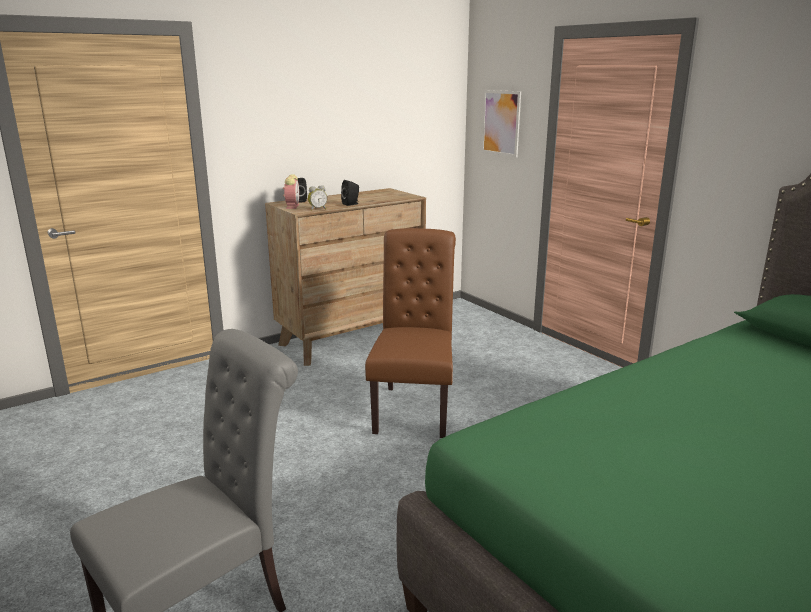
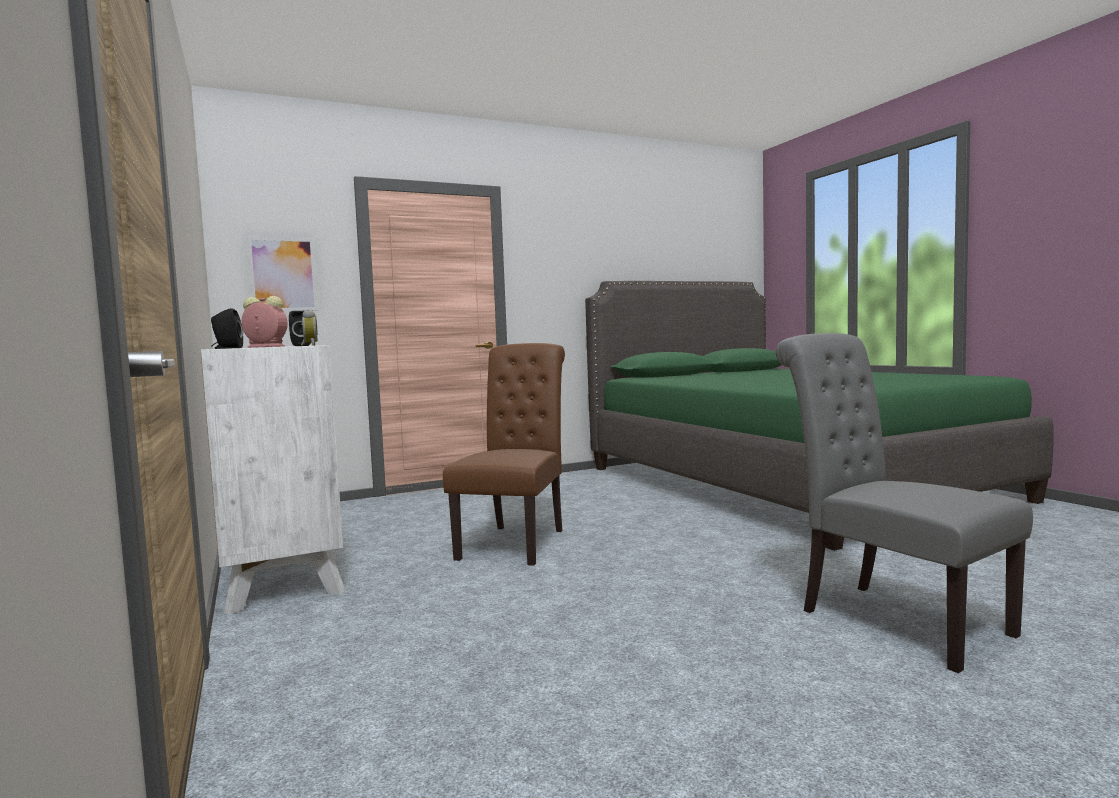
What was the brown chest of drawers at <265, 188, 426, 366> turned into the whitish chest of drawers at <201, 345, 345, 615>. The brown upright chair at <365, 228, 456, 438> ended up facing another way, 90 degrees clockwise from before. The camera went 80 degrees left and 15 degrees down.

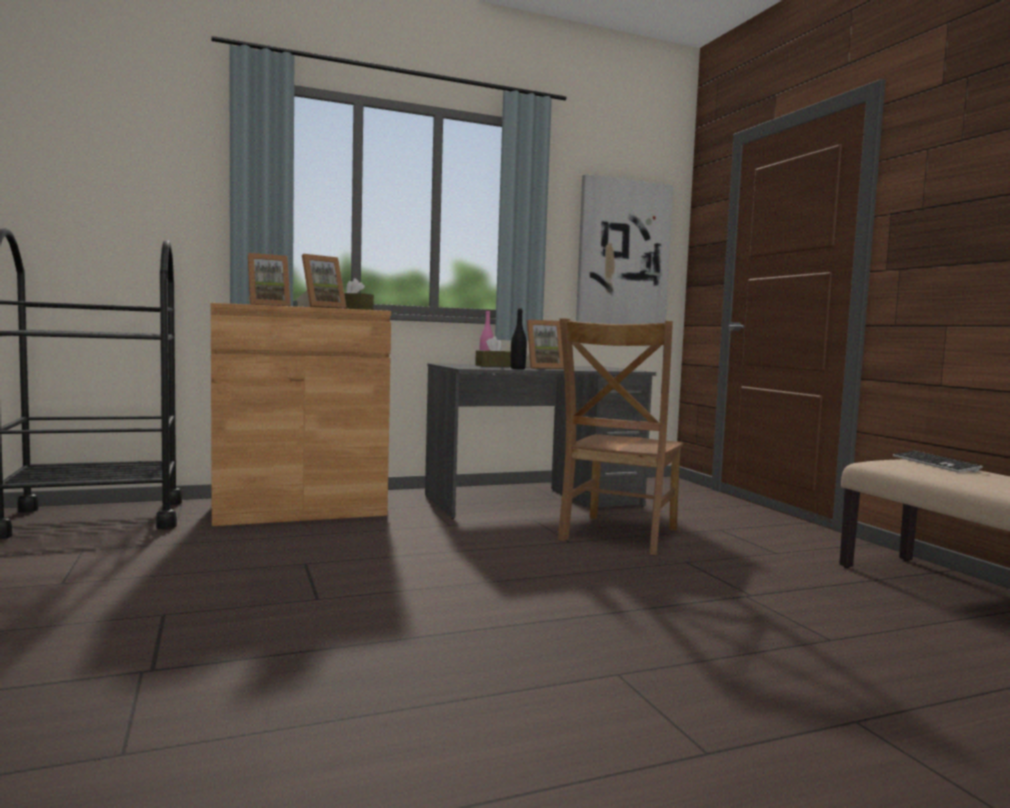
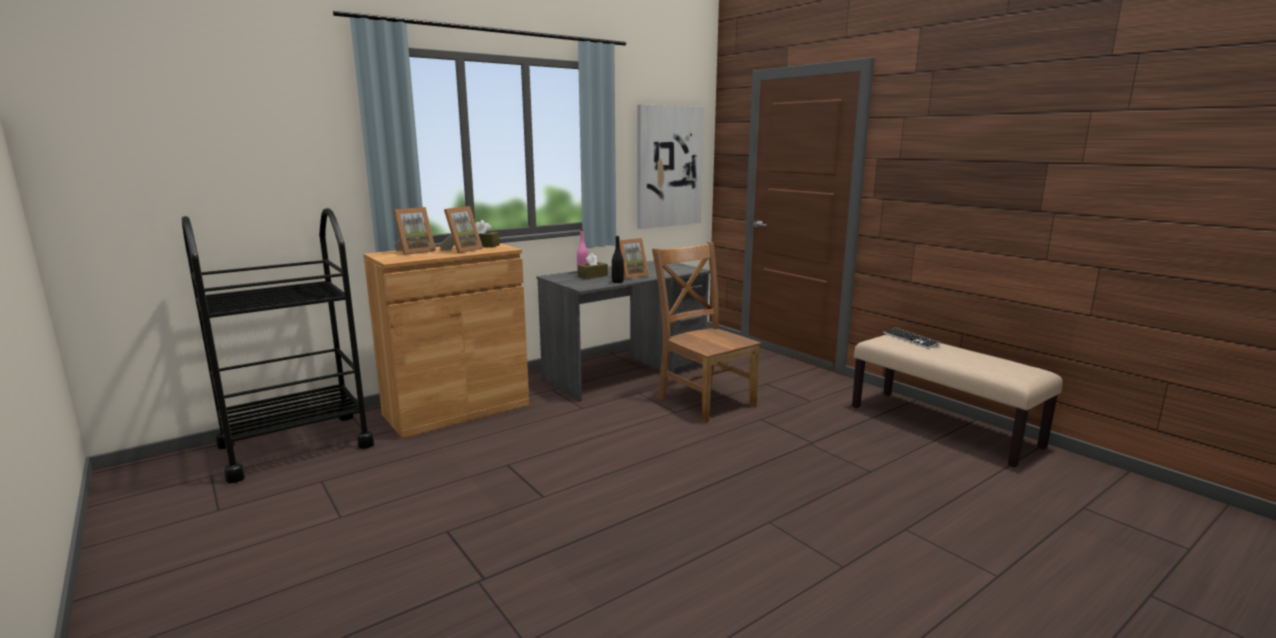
The brown upright chair at <558, 318, 683, 555> ended up facing another way, 135 degrees clockwise from before. The camera went 15 degrees left and 10 degrees up.

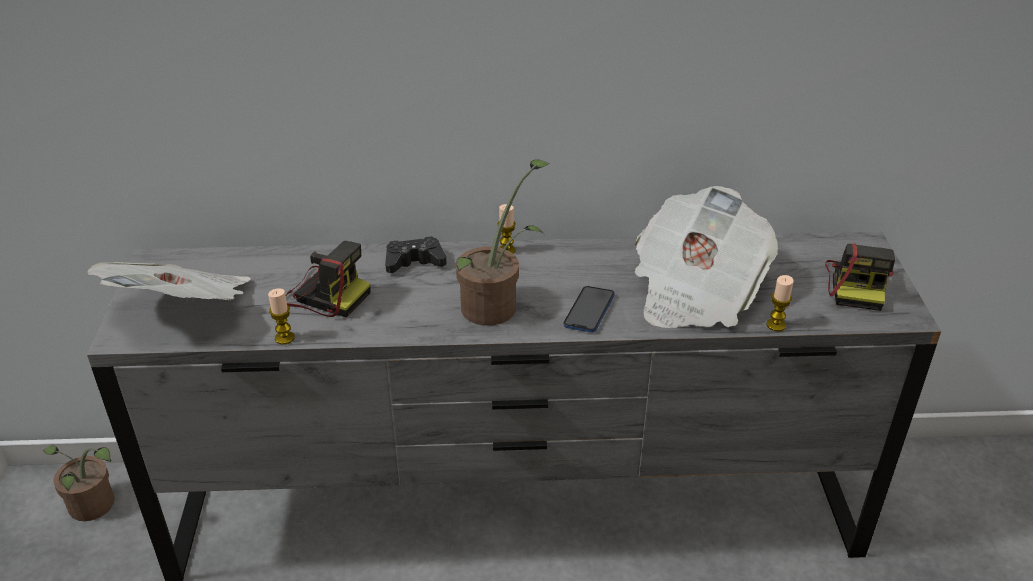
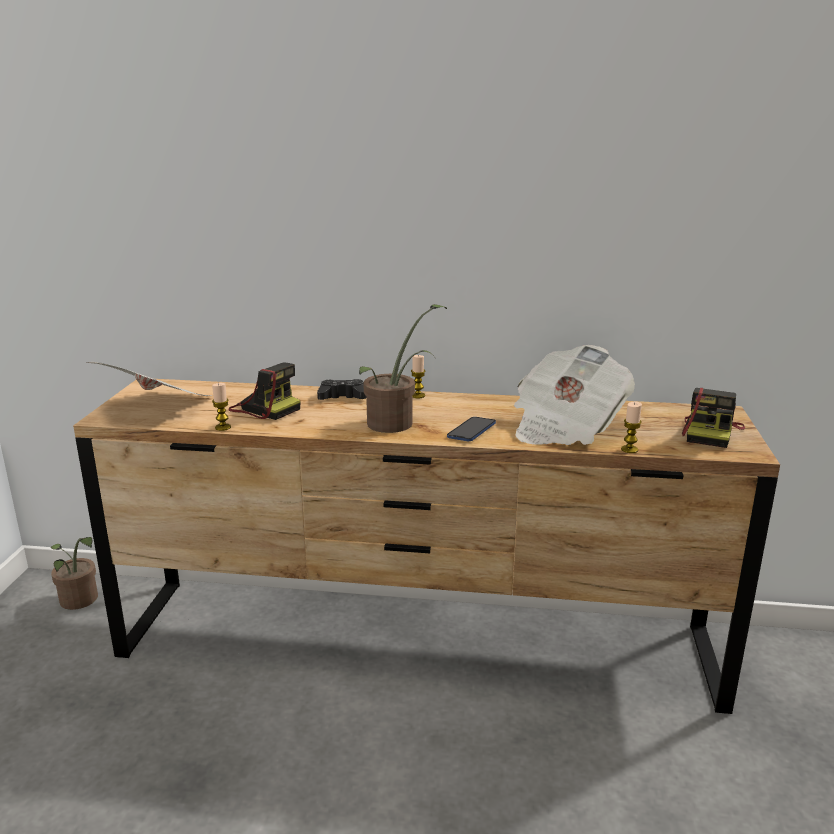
What was the gray chest of drawers at <87, 232, 941, 581> turned into the brown chest of drawers at <73, 379, 780, 714>. The camera went 10 degrees right and 15 degrees down.

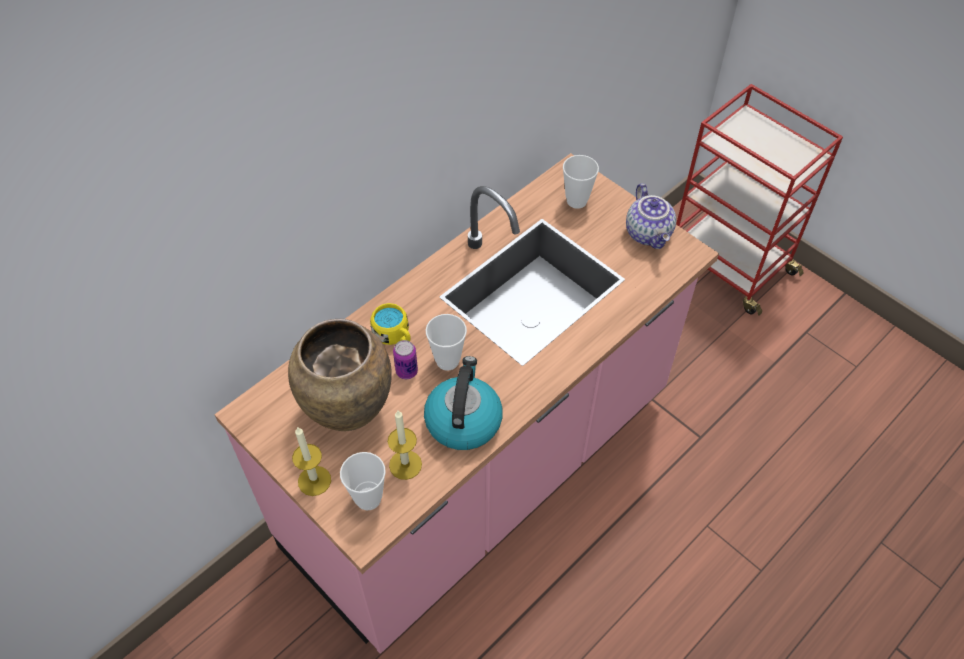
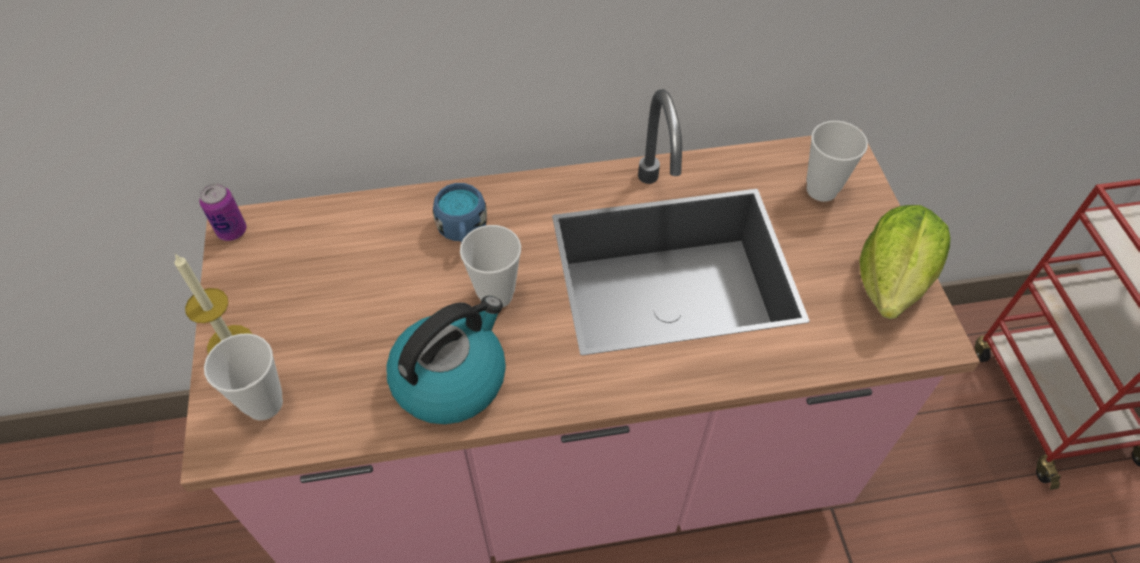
The second view lost the brown decorative vase at <288, 319, 392, 431>. The second view lost the wax candle at <388, 411, 422, 480>. The can ended up elsewhere, having gone from <393, 340, 418, 379> to <199, 184, 247, 241>. Where the pot for tea stood at <626, 183, 676, 249>, the lettuce head came to stand at <860, 205, 950, 319>. What was the yellow-coloured coffee mug at <370, 303, 411, 345> turned into the blue-coloured coffee mug at <433, 183, 487, 243>. The camera went 35 degrees right and 0 degrees up.

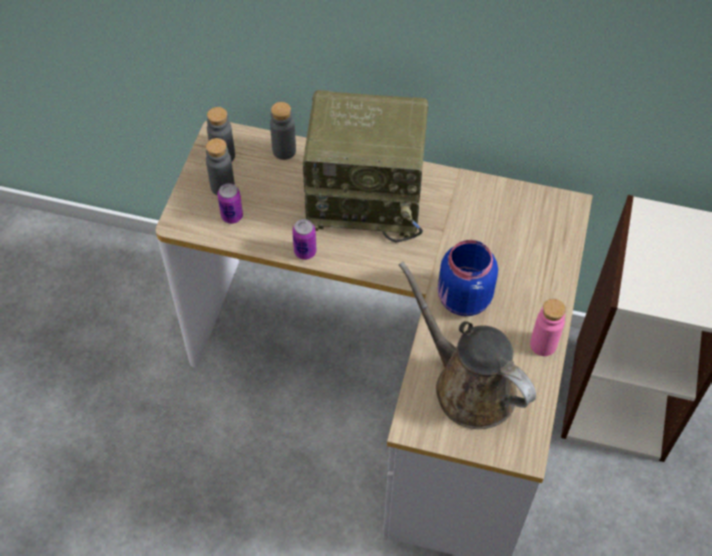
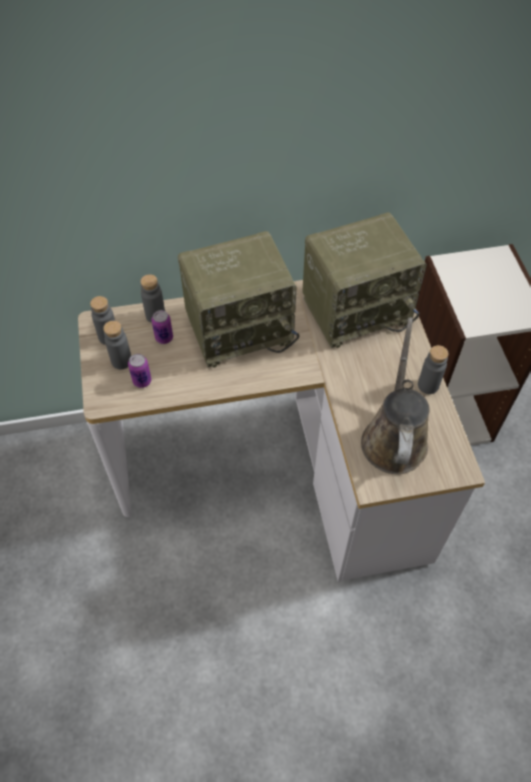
The second view lost the blue-coloured storage jar at <438, 240, 498, 316>. The second view gained the radio set at <302, 212, 427, 348>. The can ended up elsewhere, having gone from <292, 219, 316, 260> to <151, 310, 173, 344>. What was the pink beverage bottle at <530, 299, 566, 356> turned into the gray beverage bottle at <418, 345, 449, 394>. The brown watering can at <399, 261, 536, 429> ended up facing another way, 75 degrees clockwise from before. The camera went 25 degrees left and 0 degrees up.

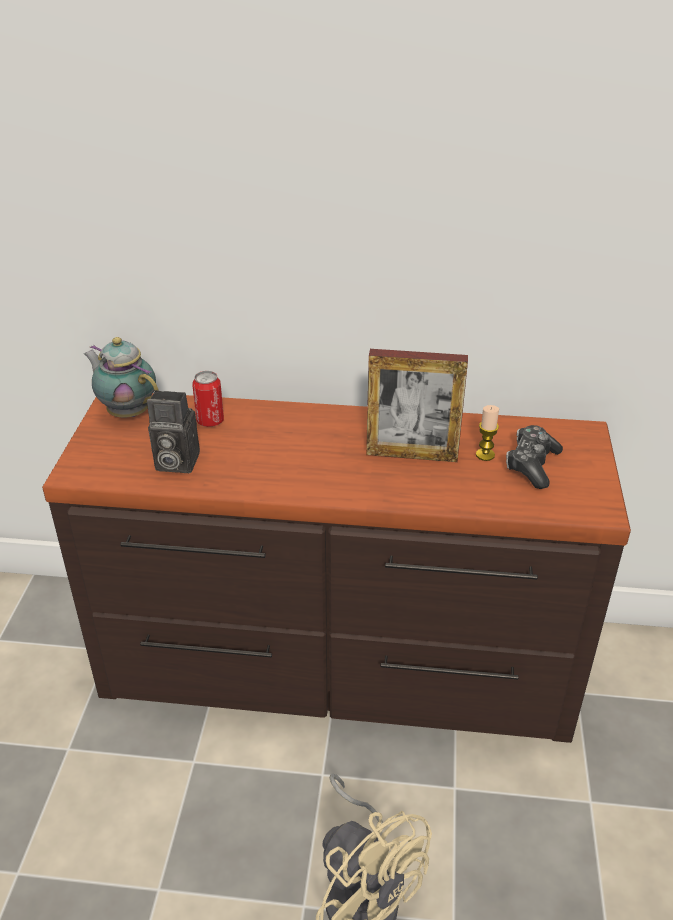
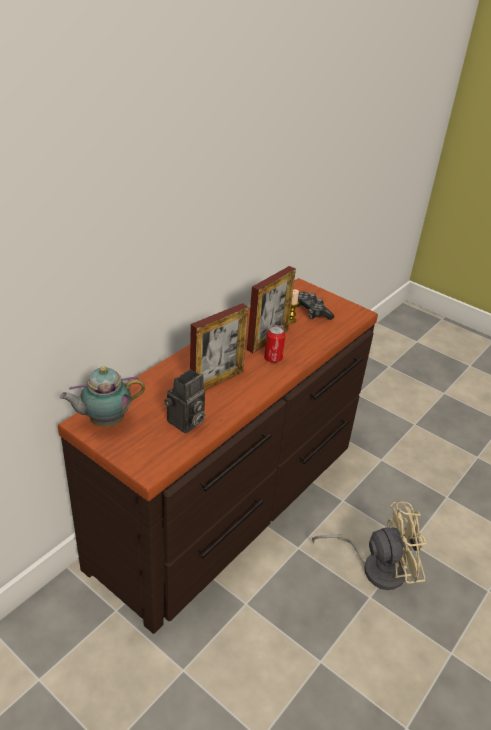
The second view gained the standing frame at <190, 303, 248, 391>. The can ended up elsewhere, having gone from <192, 371, 224, 427> to <264, 325, 286, 363>. The camera went 60 degrees left and 0 degrees up.

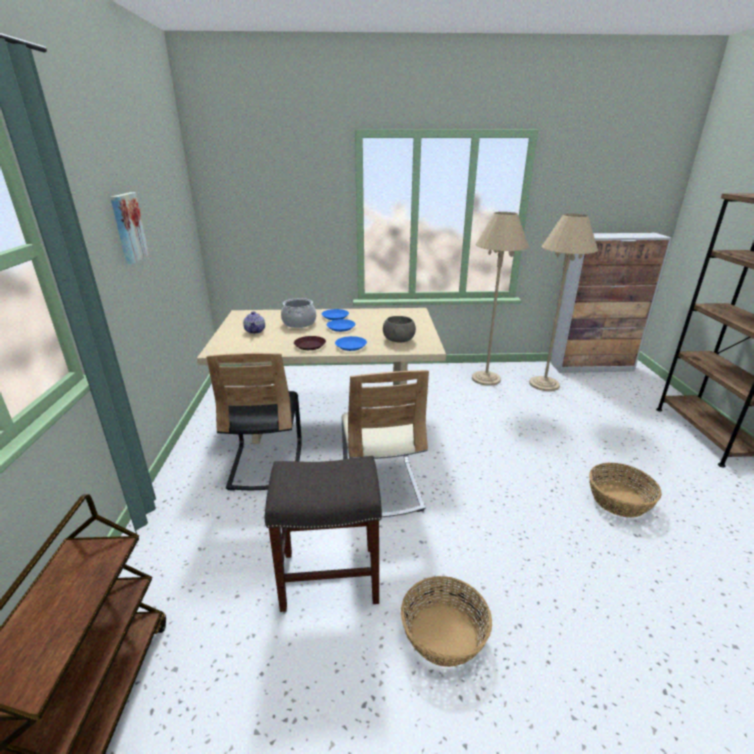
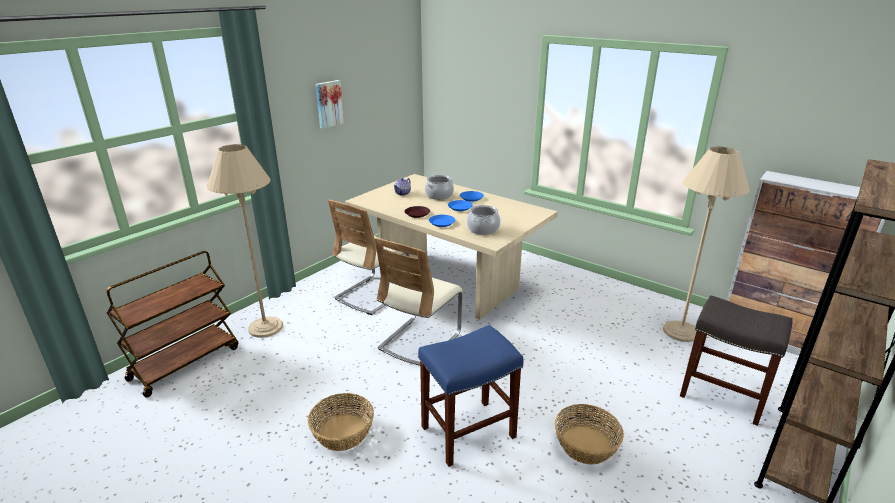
The second view gained the blue-coloured stool seat at <418, 325, 523, 467>. The gray stool seat ended up elsewhere, having gone from <265, 456, 382, 612> to <680, 295, 793, 426>. The beige-coloured standing lamp ended up elsewhere, having gone from <472, 212, 529, 386> to <207, 144, 283, 338>. Where the gray serving bowl stood at <383, 316, 416, 343>, the stockpot came to stand at <467, 205, 501, 235>. What was the blackish upright chair at <207, 353, 302, 491> turned into the beige-coloured upright chair at <328, 200, 409, 315>. The camera went 40 degrees right and 0 degrees up.

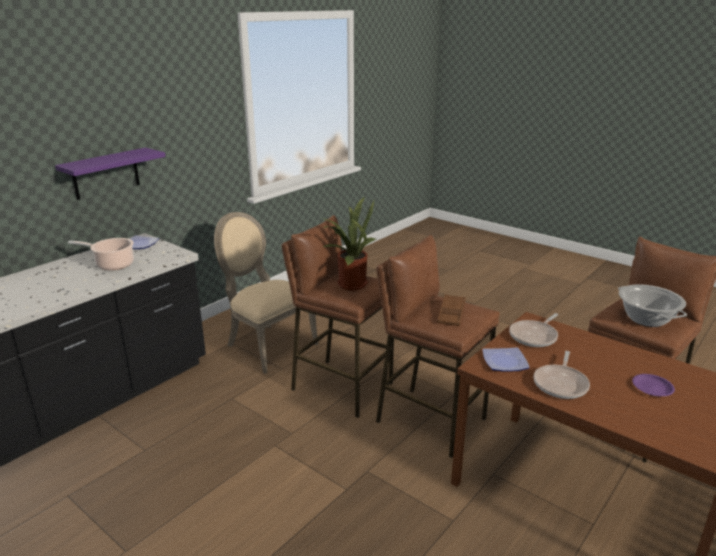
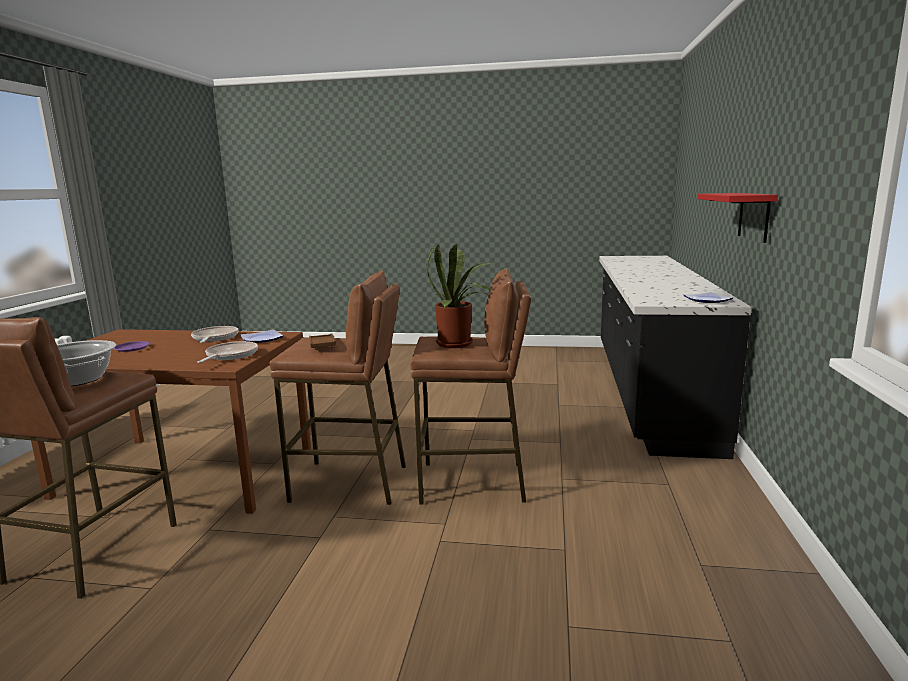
The second view lost the stockpot at <68, 238, 134, 270>. The second view lost the beige-coloured upright chair at <214, 212, 319, 374>. What was the purple-coloured bracket shelf at <55, 148, 166, 200> turned into the red-coloured bracket shelf at <698, 193, 778, 243>. The camera went 150 degrees right and 10 degrees down.

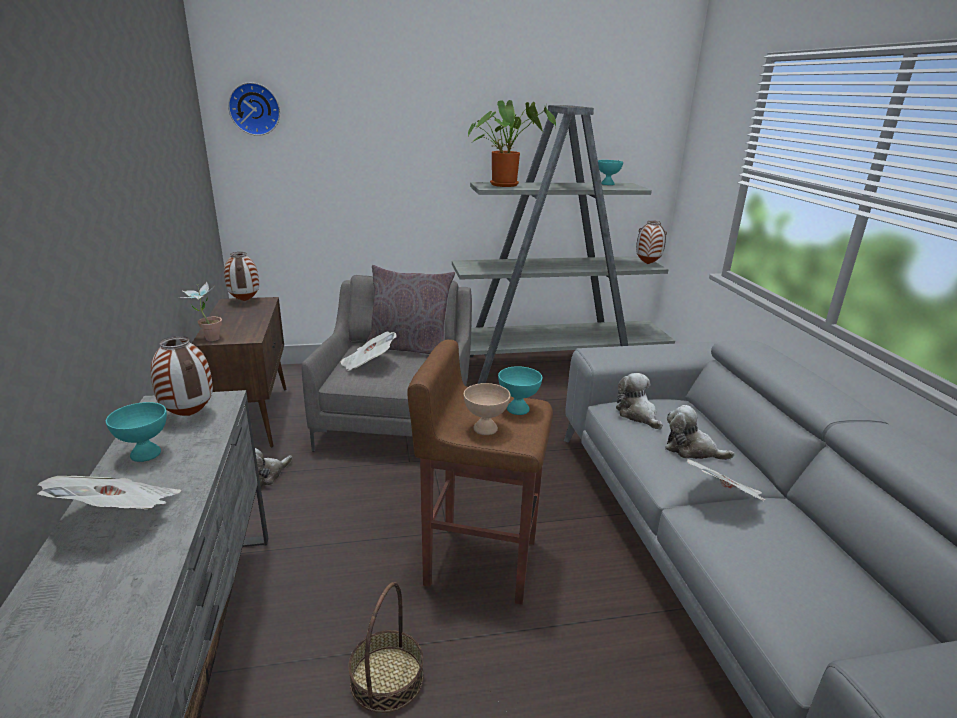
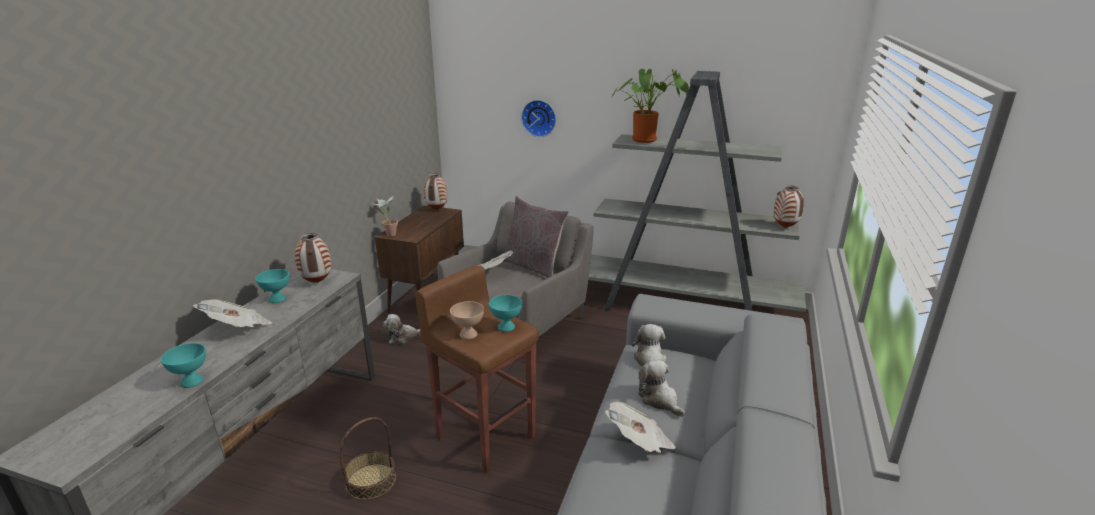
The wall clock ended up elsewhere, having gone from <228, 82, 280, 136> to <521, 100, 556, 137>. The turquoise-coloured serving bowl ended up elsewhere, having gone from <598, 160, 623, 185> to <161, 343, 206, 388>. The camera went 30 degrees right and 0 degrees up.

